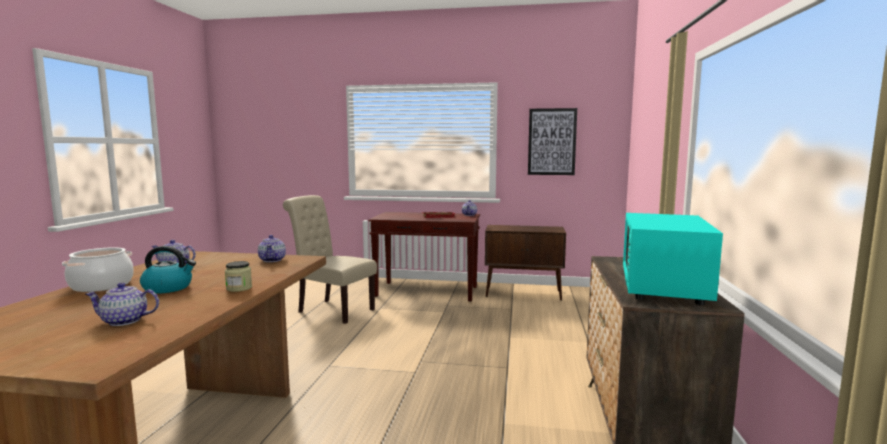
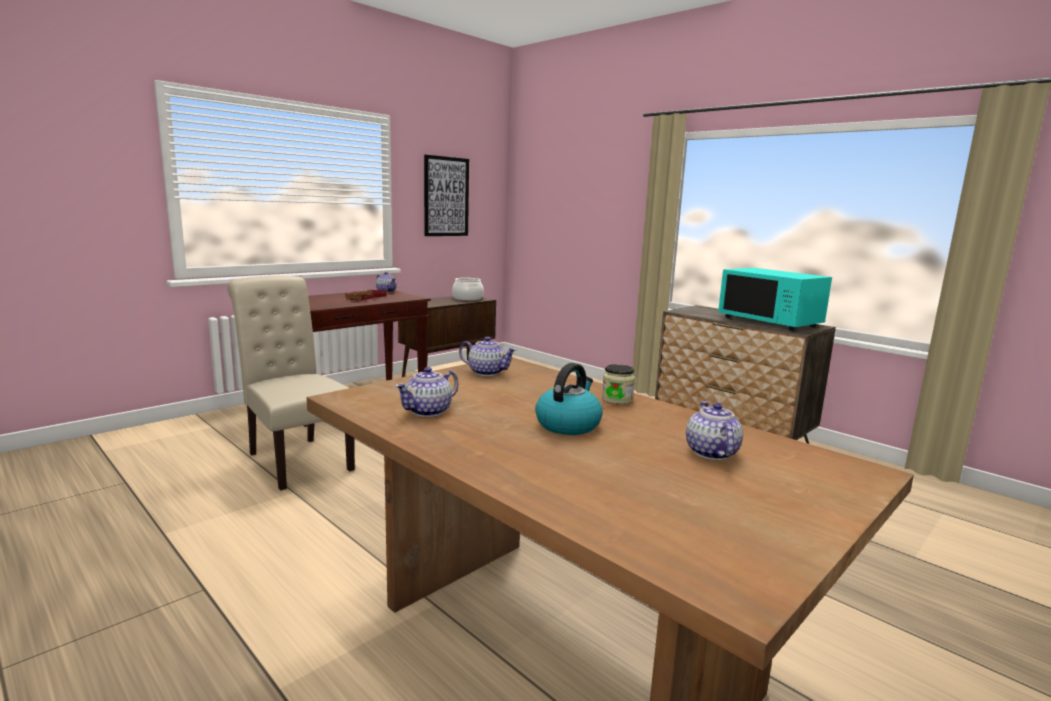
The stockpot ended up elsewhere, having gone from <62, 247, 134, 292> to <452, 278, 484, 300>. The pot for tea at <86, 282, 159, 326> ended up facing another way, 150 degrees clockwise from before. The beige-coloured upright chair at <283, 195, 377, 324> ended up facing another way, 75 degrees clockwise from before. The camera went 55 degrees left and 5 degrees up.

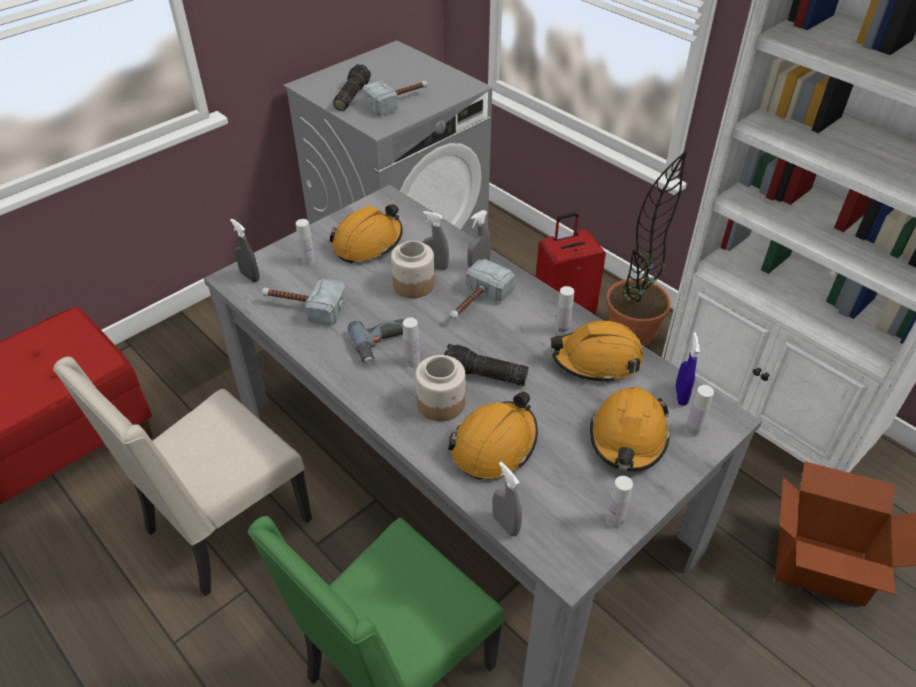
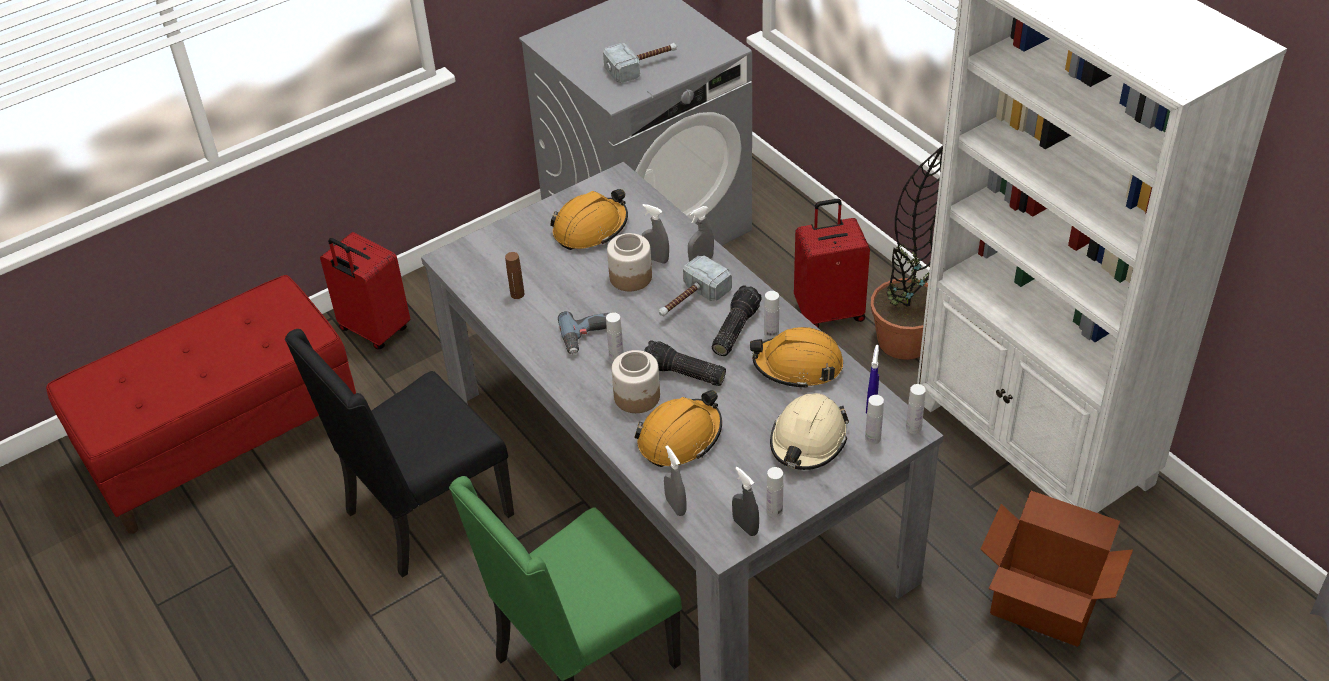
The second view gained the red-coloured suitcase at <320, 232, 410, 349>. The gray spray bottle ended up elsewhere, having gone from <230, 218, 259, 282> to <732, 467, 759, 536>. The whitish beverage bottle ended up elsewhere, having gone from <296, 219, 315, 265> to <906, 384, 926, 434>. The flashlight ended up elsewhere, having gone from <333, 64, 371, 111> to <712, 285, 762, 356>. Where the hand hammer stood at <261, 279, 347, 326>, the brown beverage bottle came to stand at <505, 252, 525, 299>. What was the beige-coloured upright chair at <53, 357, 312, 596> turned into the blackish upright chair at <285, 329, 514, 578>. What was the orangey hard hat at <590, 387, 670, 471> turned into the beige-coloured hard hat at <770, 393, 849, 470>. The camera went 10 degrees right and 0 degrees up.

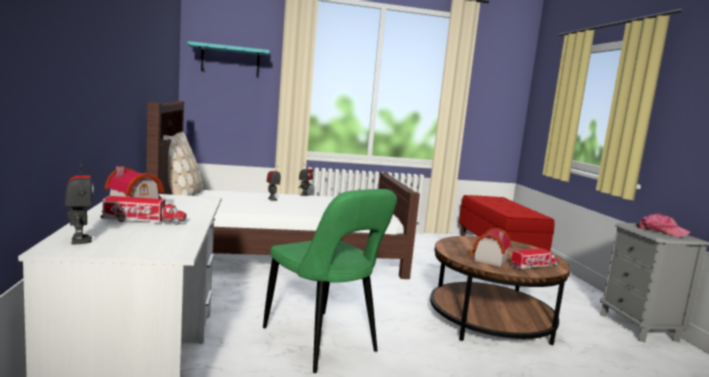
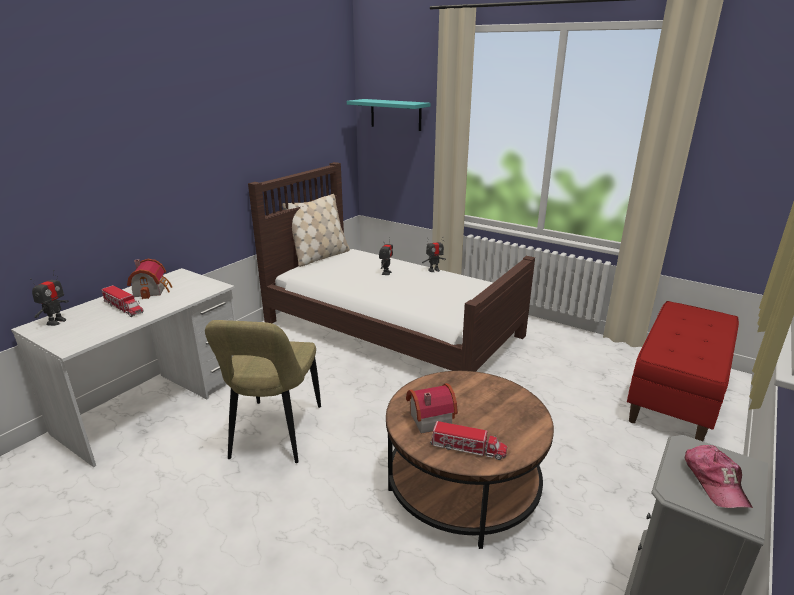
What was the green-coloured upright chair at <263, 189, 397, 373> turned into the beige-coloured upright chair at <205, 320, 321, 463>. The camera went 45 degrees right and 15 degrees up.

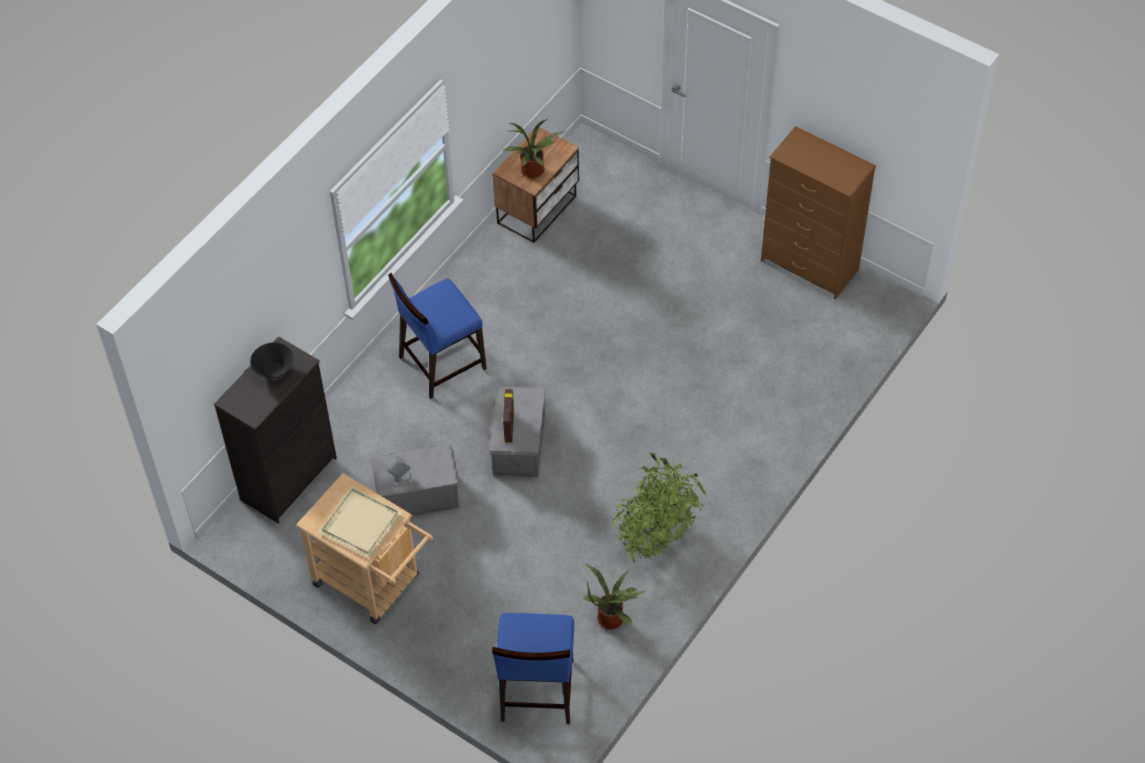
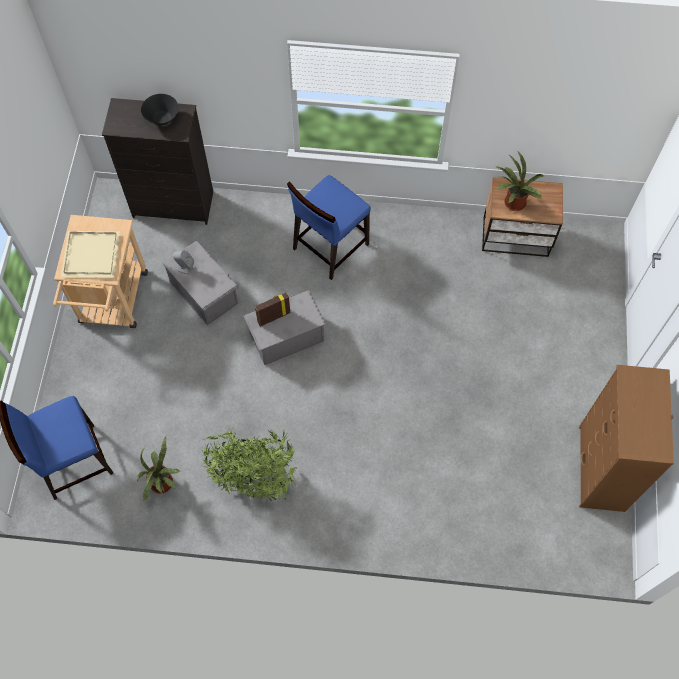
The blue-coloured upright chair at <388, 273, 487, 399> ended up facing another way, 75 degrees counterclockwise from before. The camera went 60 degrees right and 10 degrees up.

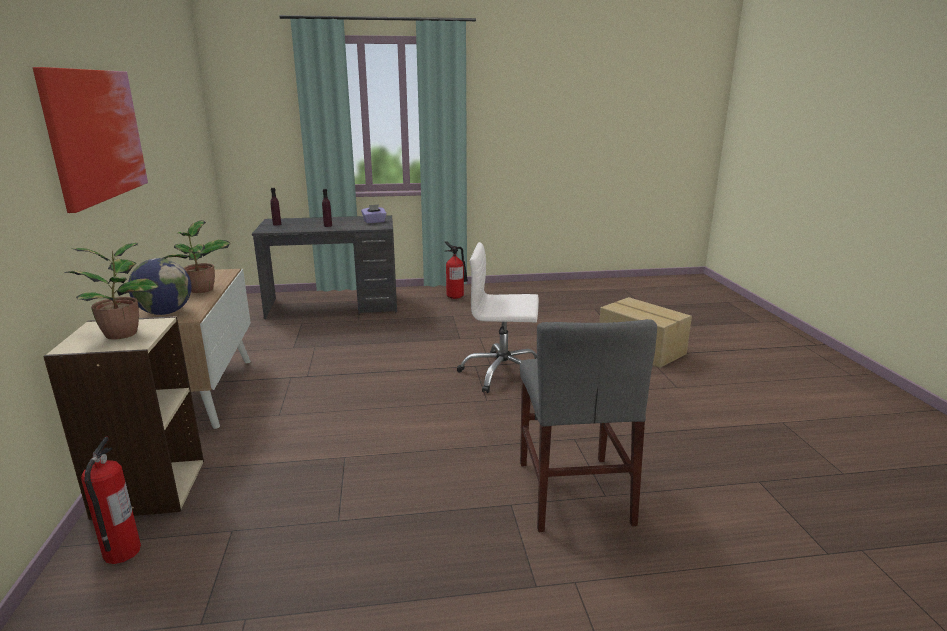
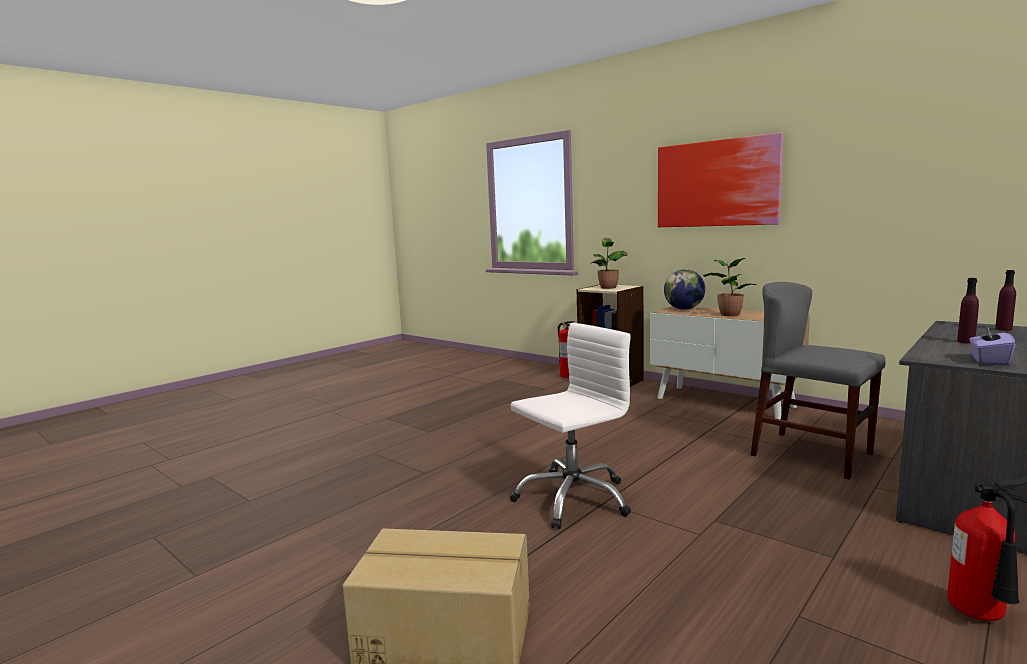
The gray upright chair ended up elsewhere, having gone from <520, 319, 657, 532> to <750, 282, 885, 480>. The camera went 140 degrees right and 10 degrees down.

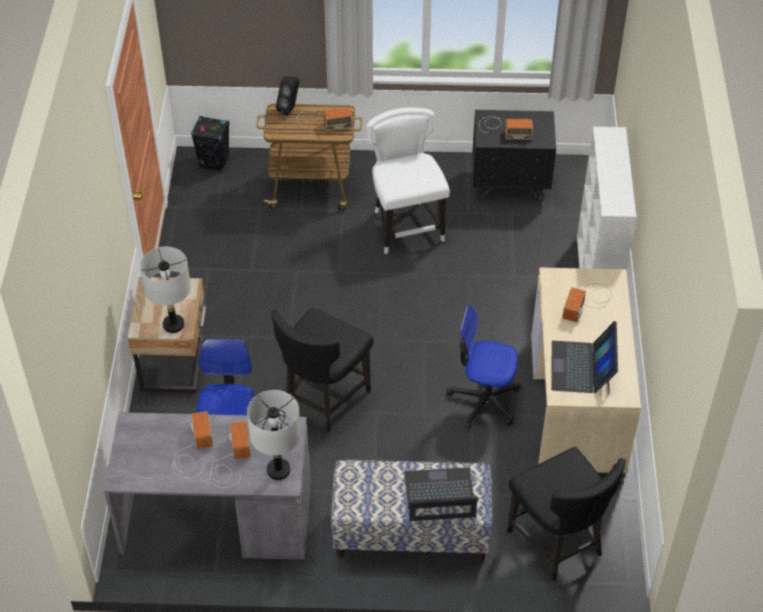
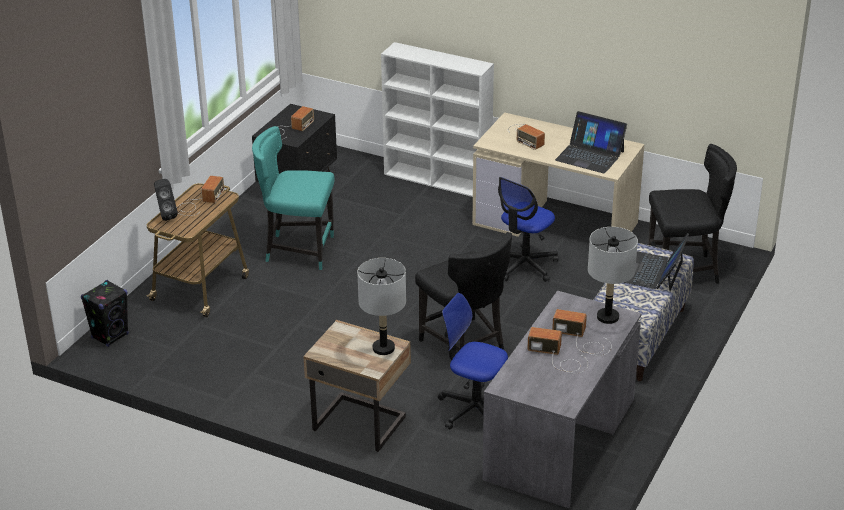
What was the whitish upright chair at <367, 108, 450, 254> turned into the turquoise-coloured upright chair at <252, 126, 335, 270>. The camera went 65 degrees left and 15 degrees down.

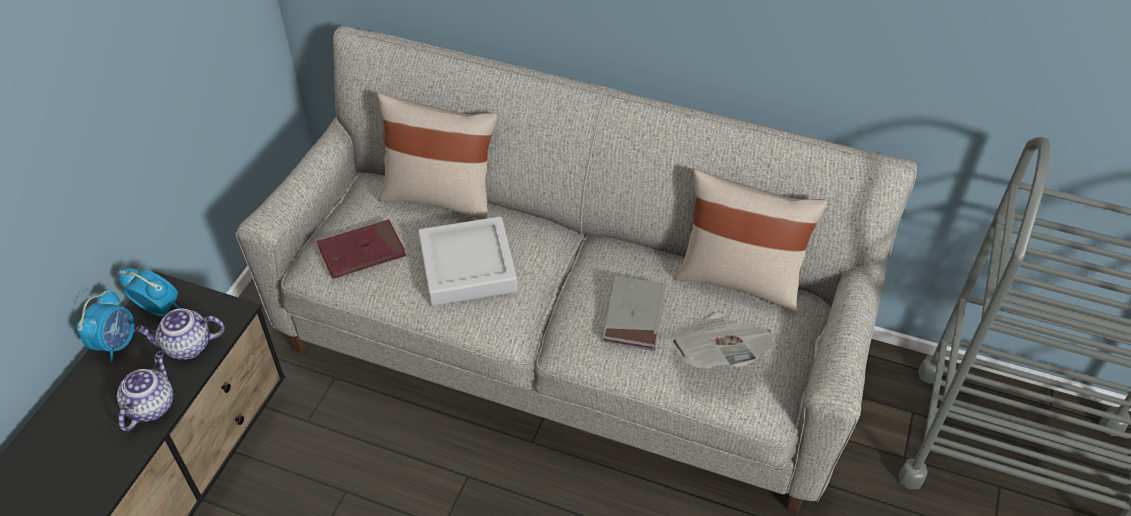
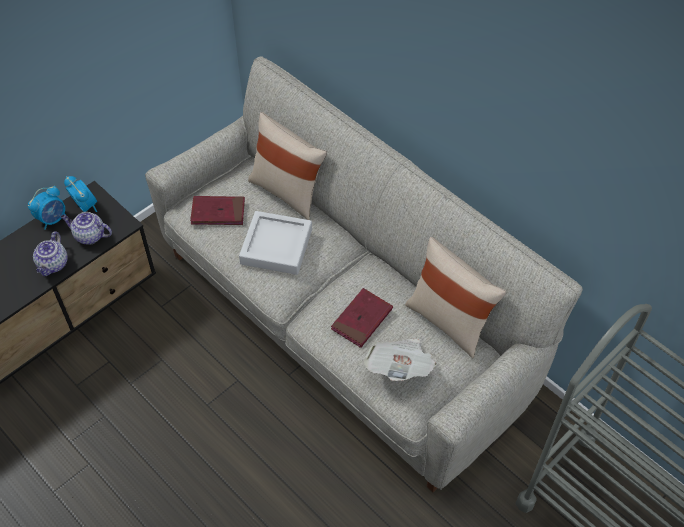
What was the gray bound book at <602, 275, 666, 351> turned into the red-coloured bound book at <331, 288, 393, 348>. The pot for tea at <117, 351, 174, 431> ended up facing another way, 150 degrees clockwise from before. The camera went 25 degrees right and 5 degrees up.

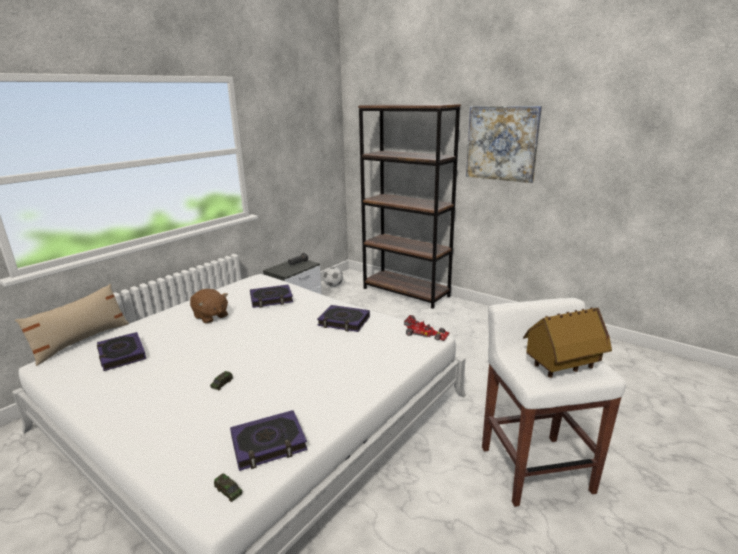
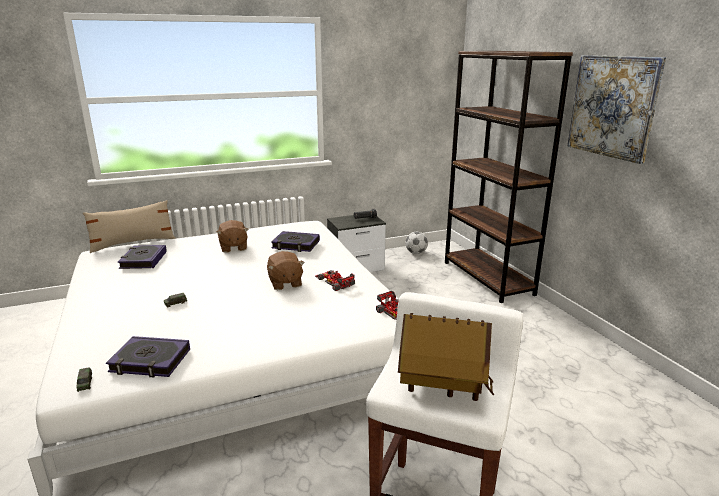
The second view gained the brown plush toy at <267, 251, 305, 290>. Where the bound book stood at <317, 305, 370, 332>, the toy car came to stand at <315, 270, 355, 291>. The camera went 30 degrees right and 0 degrees up.

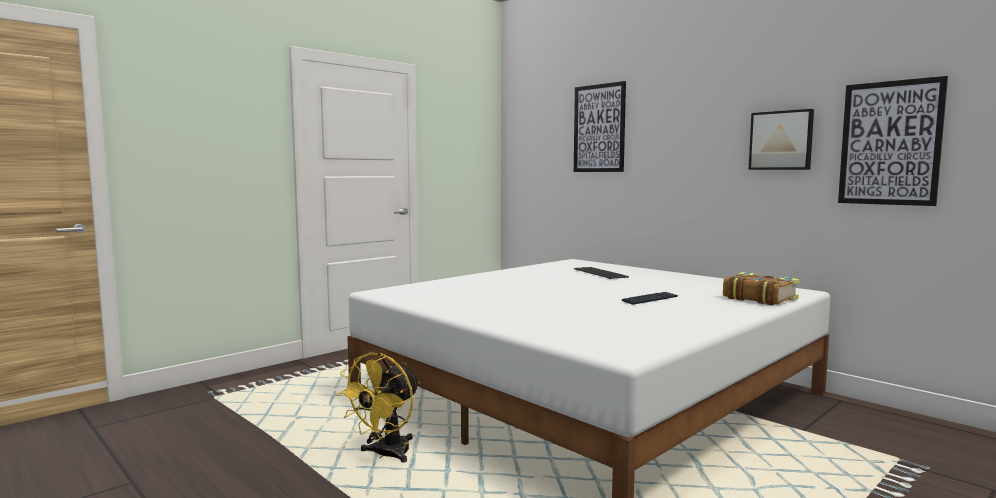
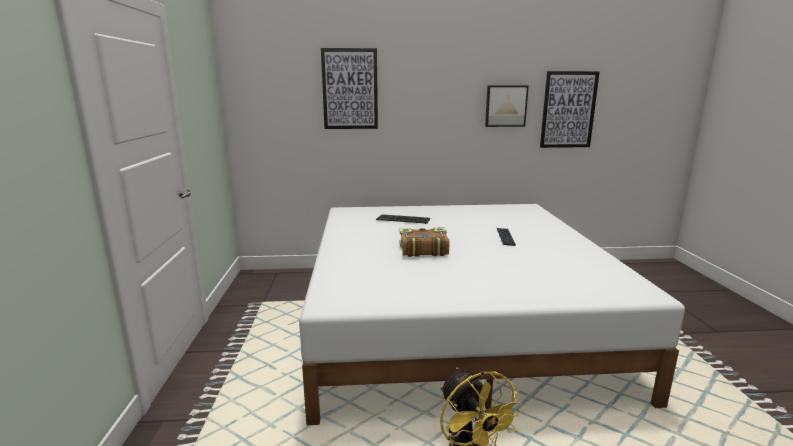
The bound book ended up elsewhere, having gone from <723, 272, 800, 305> to <400, 228, 449, 257>. The camera went 50 degrees left and 10 degrees up.

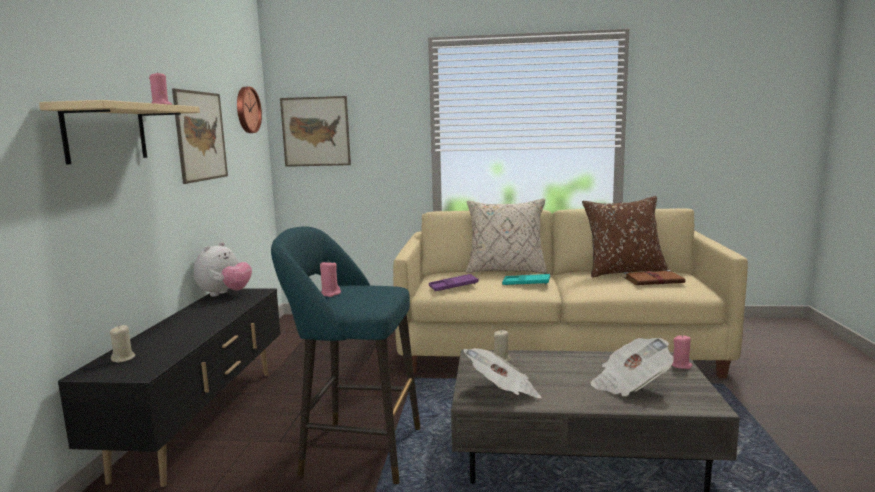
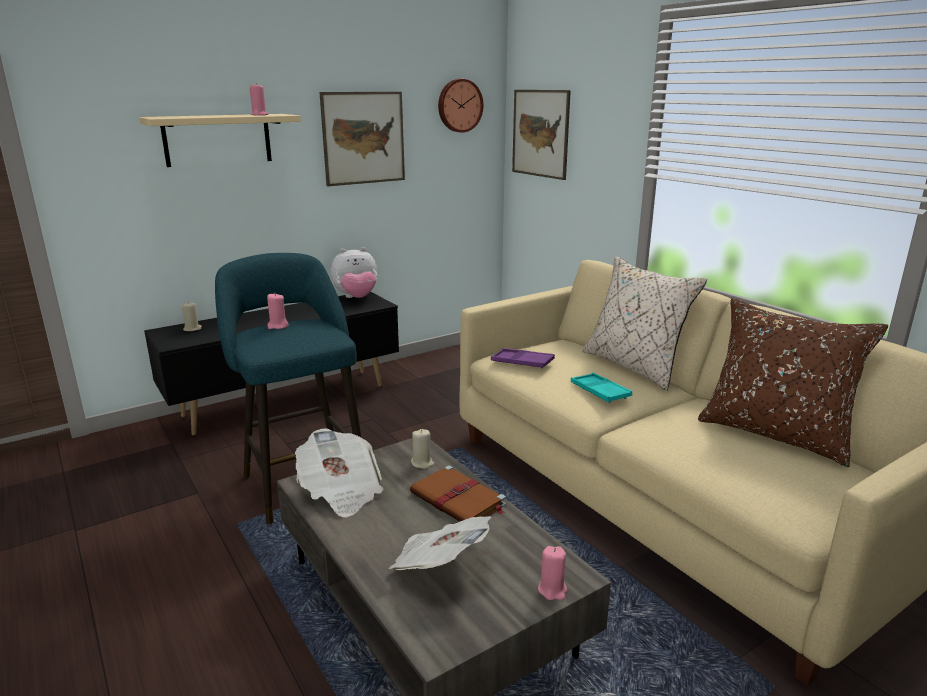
The brown bound book ended up elsewhere, having gone from <624, 270, 686, 285> to <410, 465, 506, 522>. The camera went 50 degrees right and 10 degrees up.

